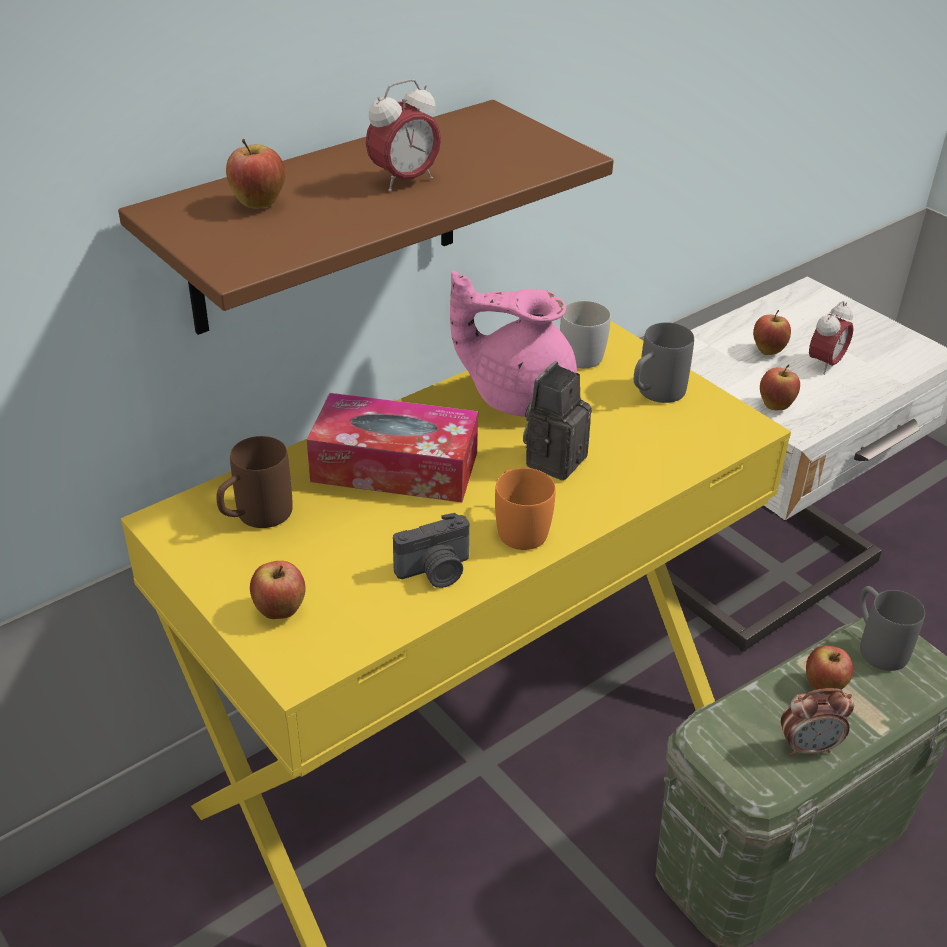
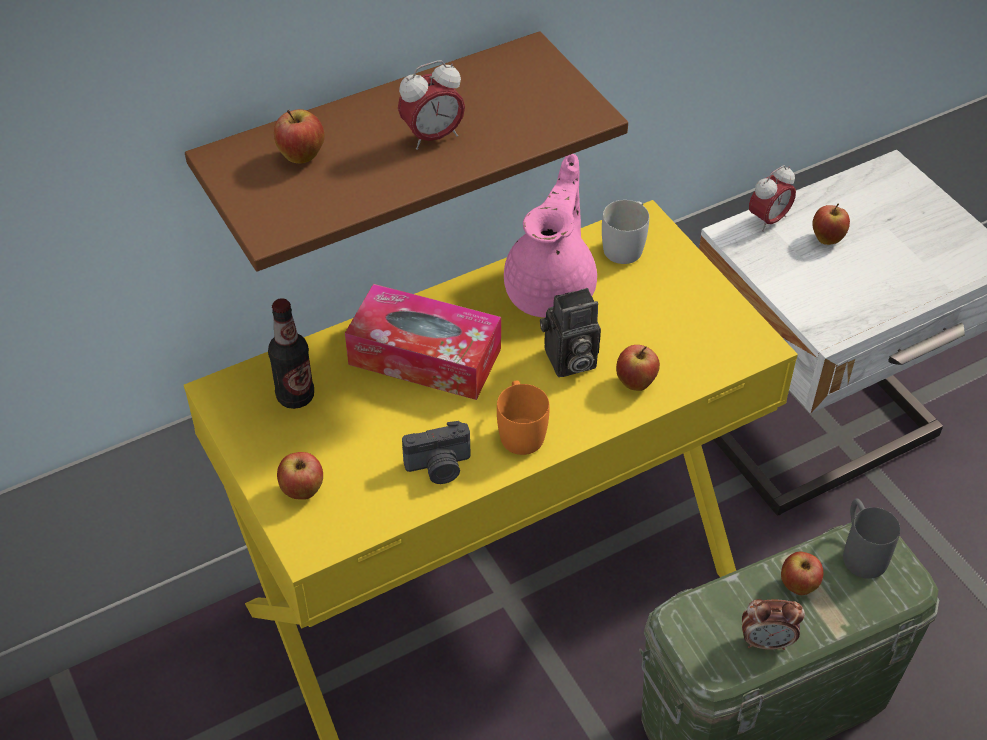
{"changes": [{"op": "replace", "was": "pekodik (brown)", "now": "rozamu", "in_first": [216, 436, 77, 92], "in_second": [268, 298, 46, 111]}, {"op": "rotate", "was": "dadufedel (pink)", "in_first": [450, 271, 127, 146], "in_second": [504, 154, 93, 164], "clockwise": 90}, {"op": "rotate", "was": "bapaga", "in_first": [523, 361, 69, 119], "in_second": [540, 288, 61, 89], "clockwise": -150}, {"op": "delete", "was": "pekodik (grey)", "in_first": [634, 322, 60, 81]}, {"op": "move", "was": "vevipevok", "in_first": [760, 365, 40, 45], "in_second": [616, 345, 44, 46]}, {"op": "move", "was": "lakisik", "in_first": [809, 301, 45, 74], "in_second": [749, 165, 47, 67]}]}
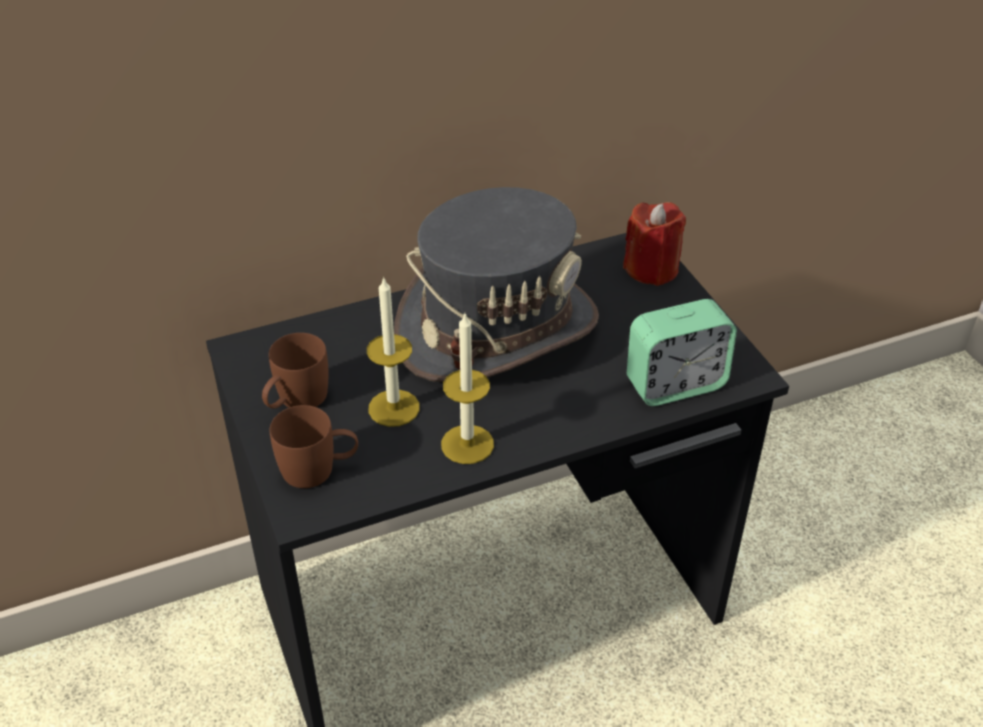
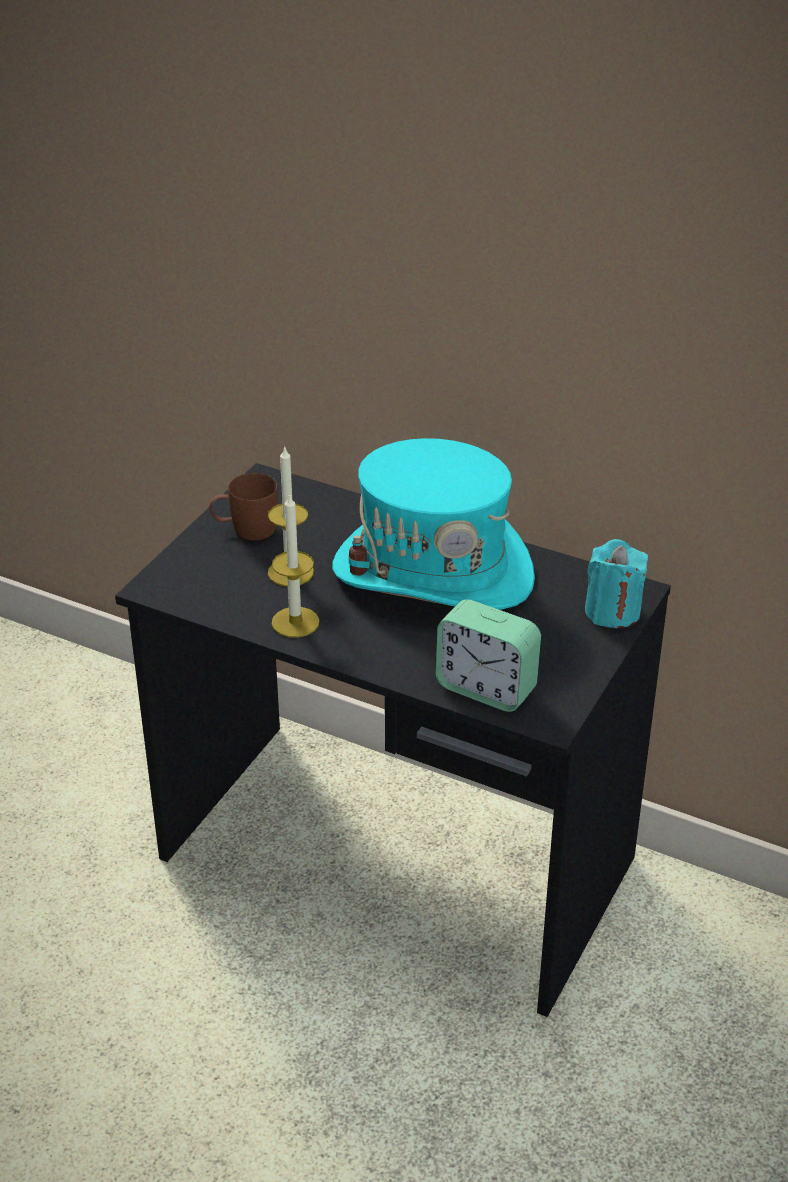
{"changes": [{"op": "delete", "was": "pekodik (brown)", "in_first": [270, 405, 88, 83]}, {"op": "recolor", "was": "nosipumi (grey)", "now": "nosipumi (turquoise)", "in_first": [394, 187, 205, 195], "in_second": [333, 438, 202, 172]}, {"op": "recolor", "was": "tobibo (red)", "now": "tobibo (turquoise)", "in_first": [623, 202, 63, 84], "in_second": [585, 539, 63, 89]}]}
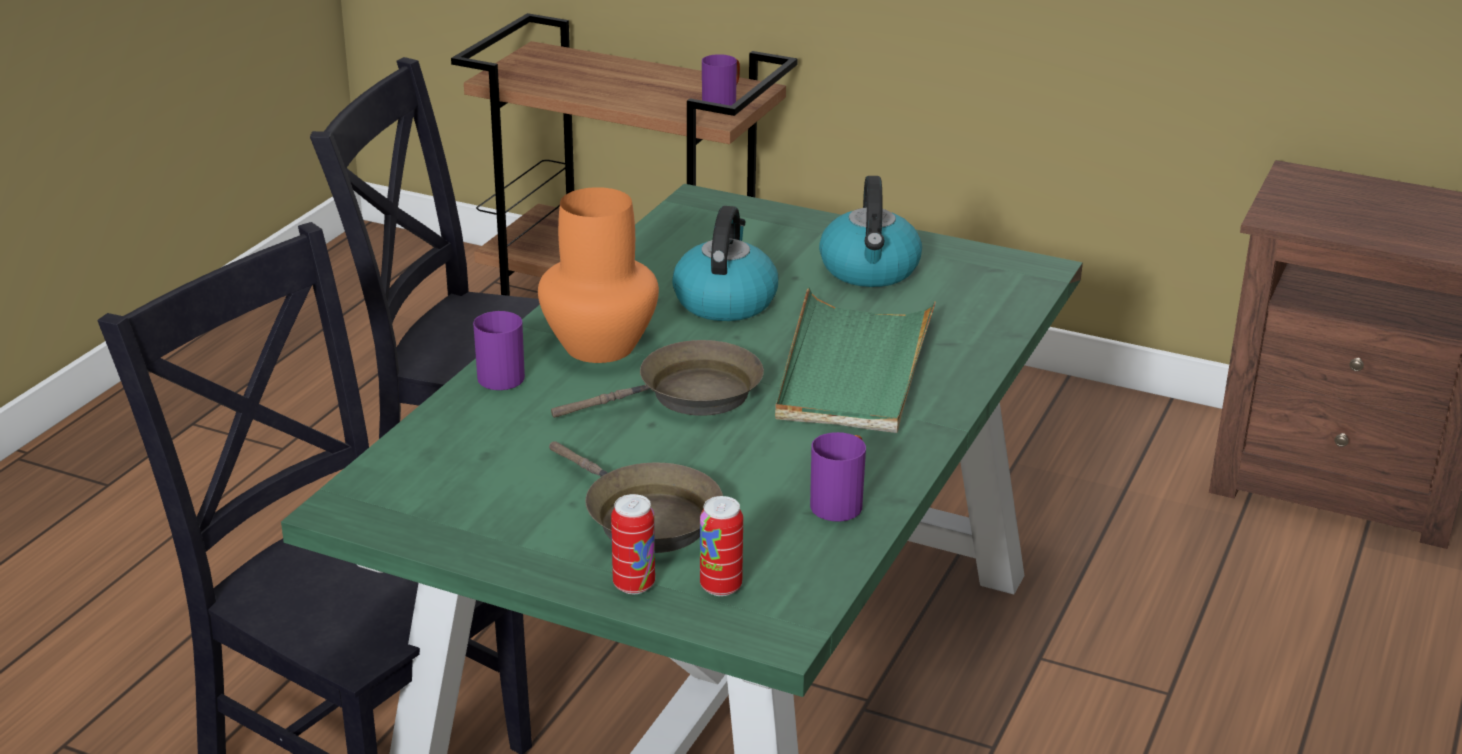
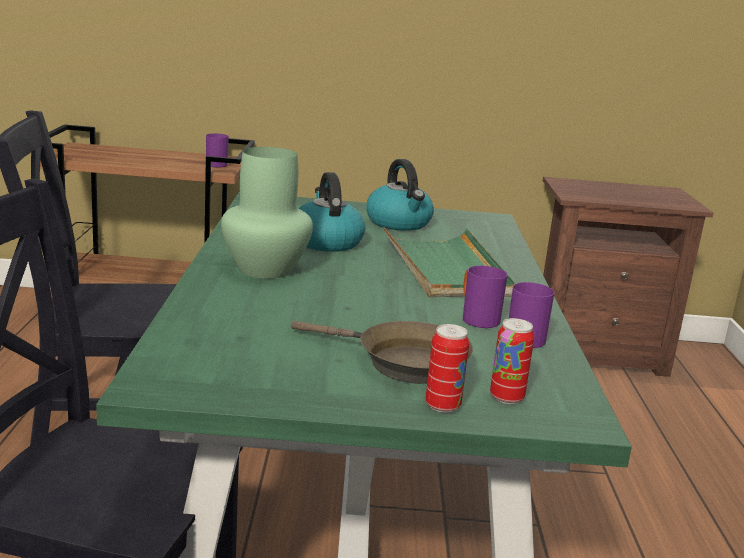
{"changes": [{"op": "move", "was": "pekodik (purple)", "in_first": [473, 311, 52, 79], "in_second": [463, 266, 45, 62]}, {"op": "recolor", "was": "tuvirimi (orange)", "now": "tuvirimi (green)", "in_first": [538, 187, 121, 176], "in_second": [221, 147, 92, 132]}, {"op": "delete", "was": "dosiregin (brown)", "in_first": [551, 340, 213, 78]}]}
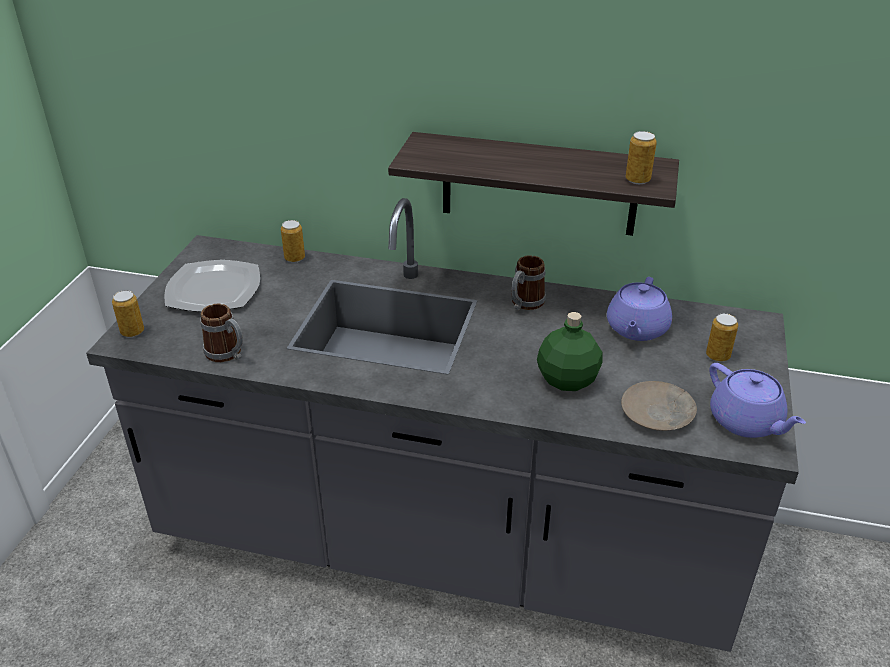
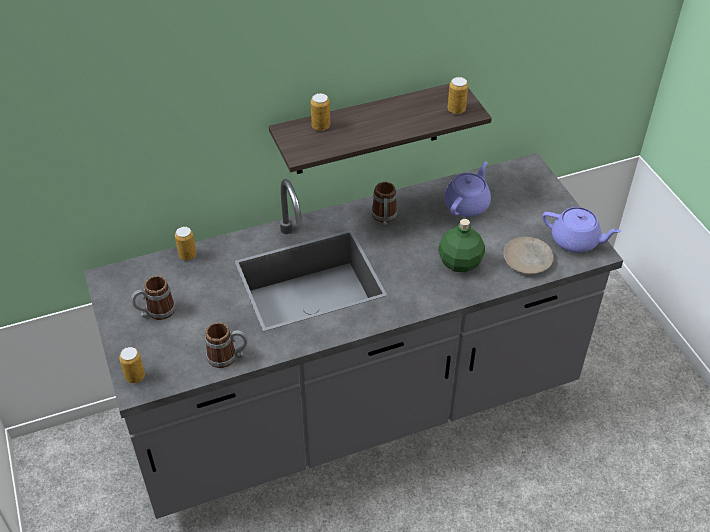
{"changes": [{"op": "replace", "was": "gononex", "now": "pekodik", "in_first": [165, 260, 95, 52], "in_second": [131, 276, 45, 44]}, {"op": "rotate", "was": "dadufedel (purple)", "in_first": [607, 277, 65, 64], "in_second": [444, 161, 47, 56], "clockwise": -135}, {"op": "move", "was": "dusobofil", "in_first": [706, 313, 32, 49], "in_second": [311, 93, 19, 38]}]}
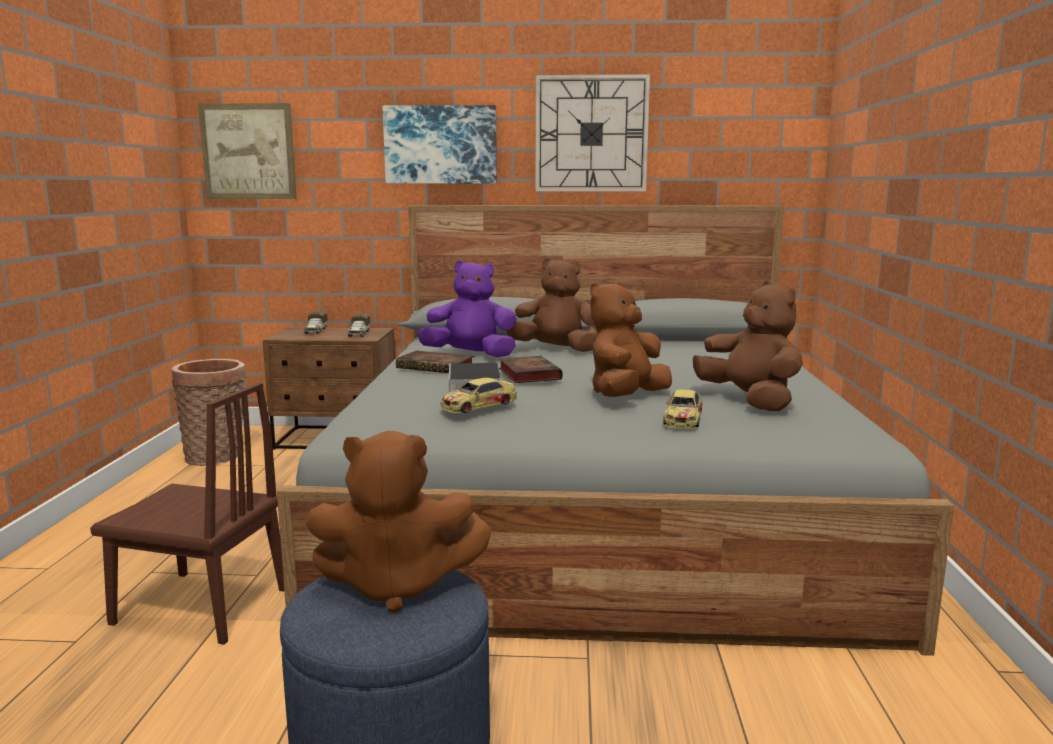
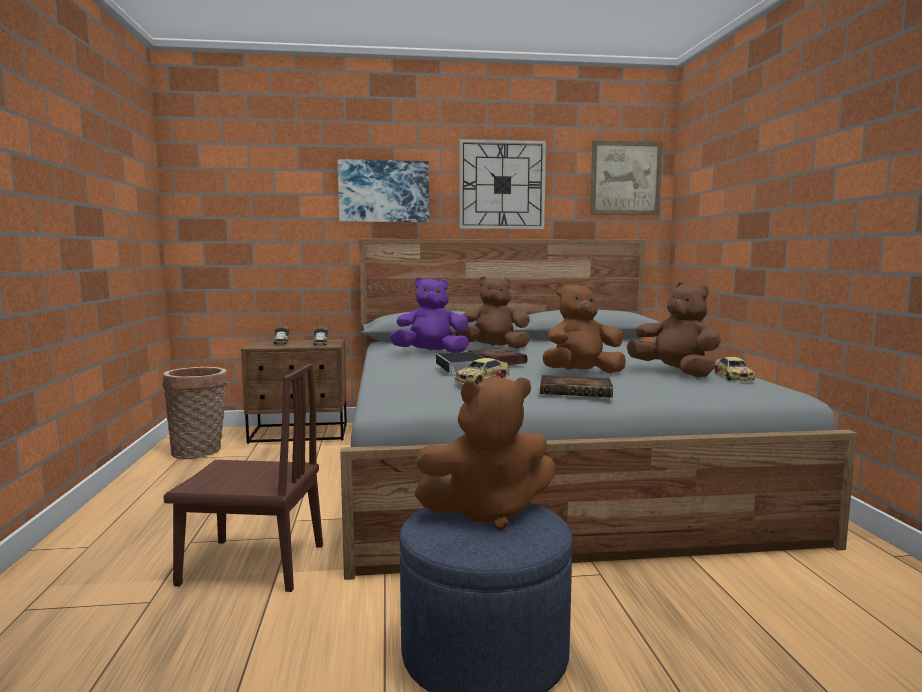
{"changes": [{"op": "move", "was": "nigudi", "in_first": [198, 103, 99, 96], "in_second": [590, 140, 72, 75]}, {"op": "move", "was": "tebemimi", "in_first": [396, 350, 78, 23], "in_second": [540, 375, 73, 23]}, {"op": "rotate", "was": "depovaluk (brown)", "in_first": [590, 282, 82, 115], "in_second": [543, 283, 83, 90], "clockwise": 45}, {"op": "move", "was": "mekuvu", "in_first": [663, 389, 39, 40], "in_second": [714, 357, 41, 24]}]}
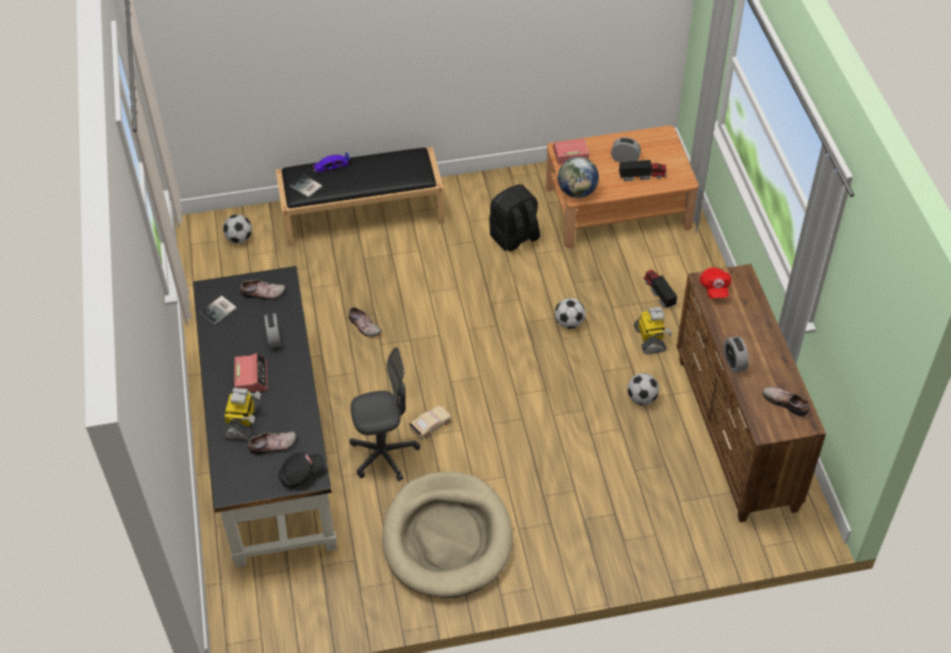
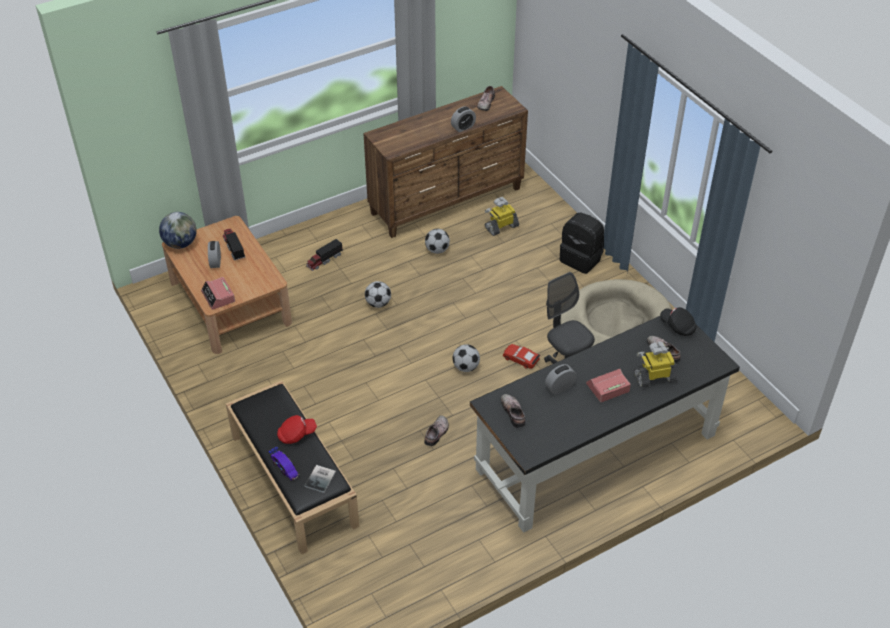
{"changes": [{"op": "delete", "was": "tebemimi", "in_first": [200, 296, 37, 28]}, {"op": "move", "was": "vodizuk", "in_first": [223, 215, 29, 29], "in_second": [453, 344, 27, 28]}, {"op": "recolor", "was": "mekuvu (beige)", "now": "mekuvu (red)", "in_first": [409, 406, 43, 33], "in_second": [503, 344, 37, 25]}, {"op": "move", "was": "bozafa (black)", "in_first": [489, 184, 51, 68], "in_second": [560, 212, 44, 62]}, {"op": "move", "was": "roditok", "in_first": [558, 157, 41, 41], "in_second": [159, 212, 38, 37]}, {"op": "move", "was": "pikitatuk", "in_first": [634, 307, 38, 47], "in_second": [485, 197, 34, 39]}, {"op": "move", "was": "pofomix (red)", "in_first": [700, 267, 31, 32], "in_second": [277, 415, 40, 29]}]}
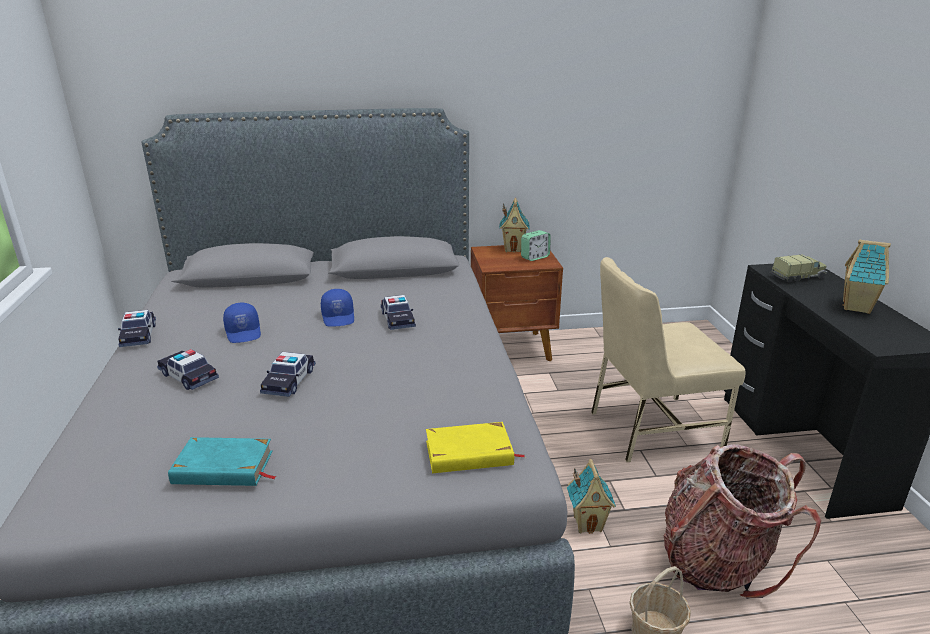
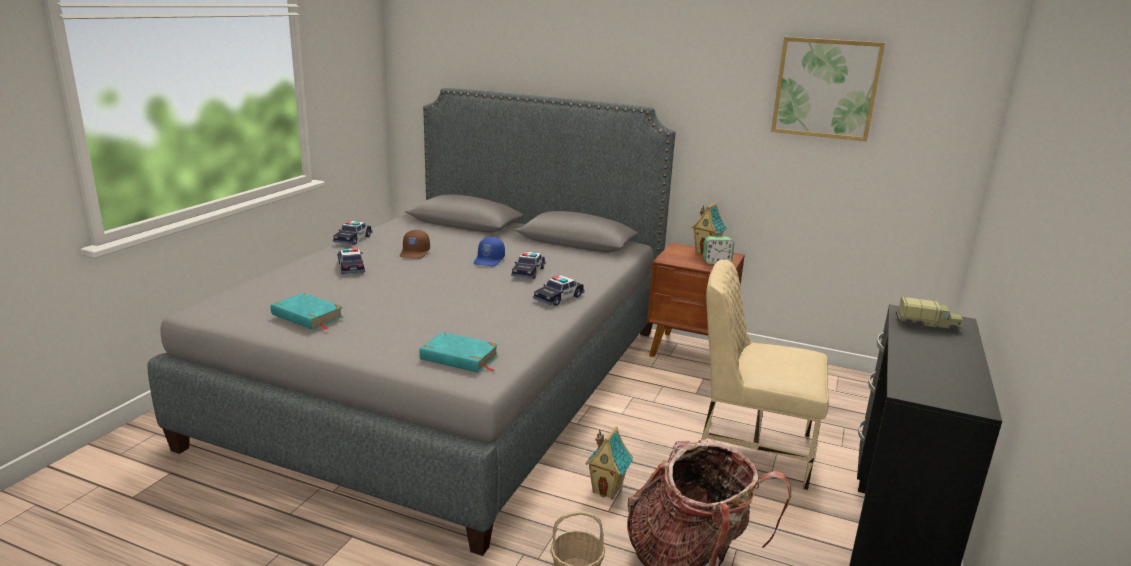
{"changes": [{"op": "recolor", "was": "pofomix (blue)", "now": "pofomix (brown)", "in_first": [223, 303, 38, 40], "in_second": [400, 230, 30, 29]}, {"op": "move", "was": "mekuvu", "in_first": [260, 352, 56, 45], "in_second": [533, 275, 52, 31]}, {"op": "recolor", "was": "tebemimi (yellow)", "now": "tebemimi (turquoise)", "in_first": [426, 422, 99, 51], "in_second": [419, 332, 80, 41]}, {"op": "delete", "was": "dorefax", "in_first": [843, 239, 48, 75]}, {"op": "insert", "now": "nigudi", "in_second": [771, 37, 114, 104]}]}
